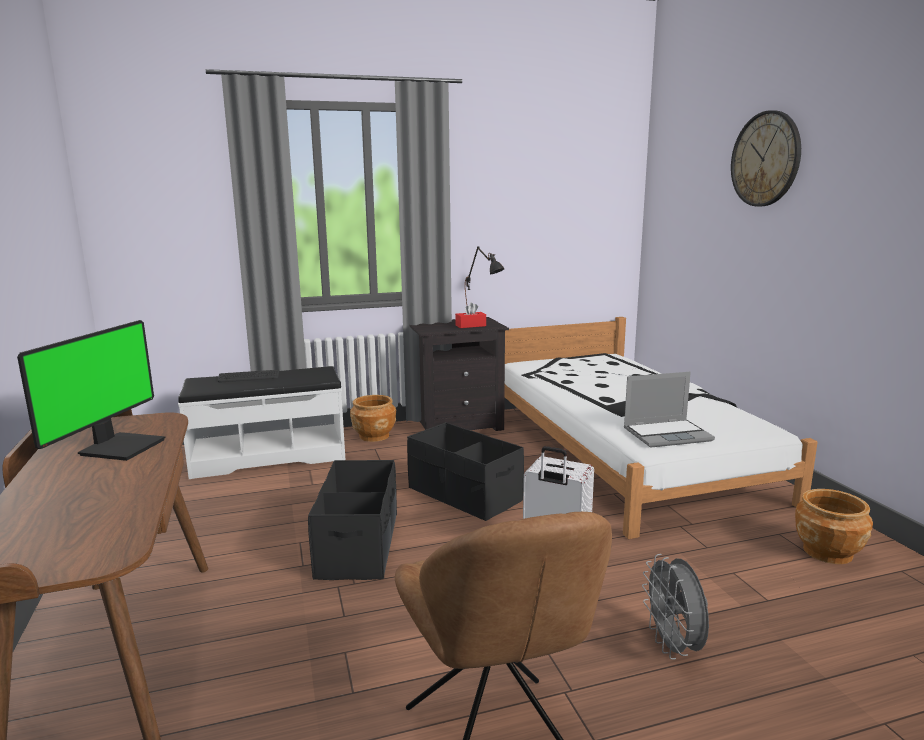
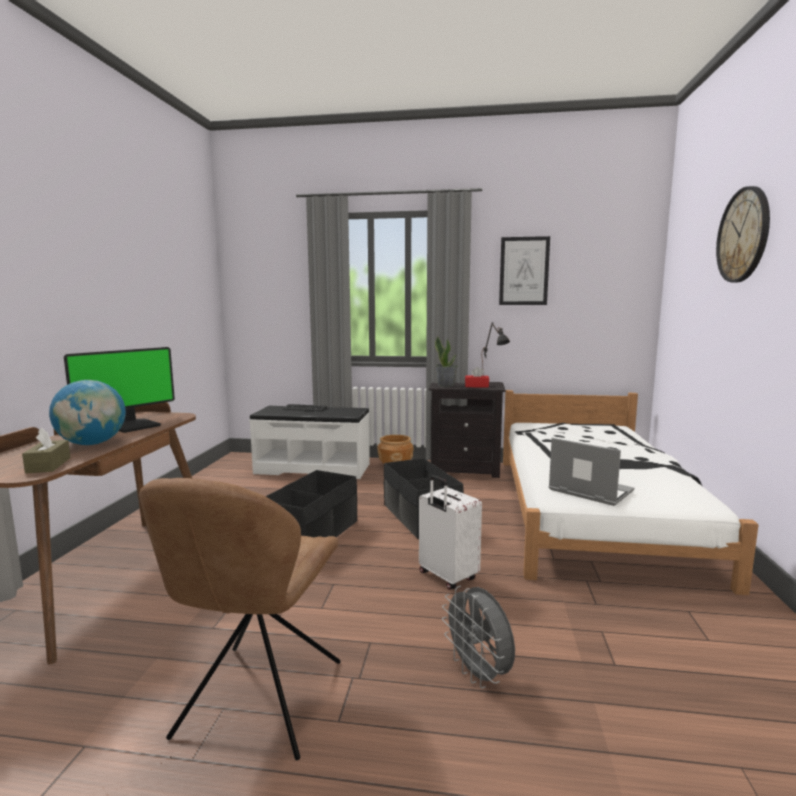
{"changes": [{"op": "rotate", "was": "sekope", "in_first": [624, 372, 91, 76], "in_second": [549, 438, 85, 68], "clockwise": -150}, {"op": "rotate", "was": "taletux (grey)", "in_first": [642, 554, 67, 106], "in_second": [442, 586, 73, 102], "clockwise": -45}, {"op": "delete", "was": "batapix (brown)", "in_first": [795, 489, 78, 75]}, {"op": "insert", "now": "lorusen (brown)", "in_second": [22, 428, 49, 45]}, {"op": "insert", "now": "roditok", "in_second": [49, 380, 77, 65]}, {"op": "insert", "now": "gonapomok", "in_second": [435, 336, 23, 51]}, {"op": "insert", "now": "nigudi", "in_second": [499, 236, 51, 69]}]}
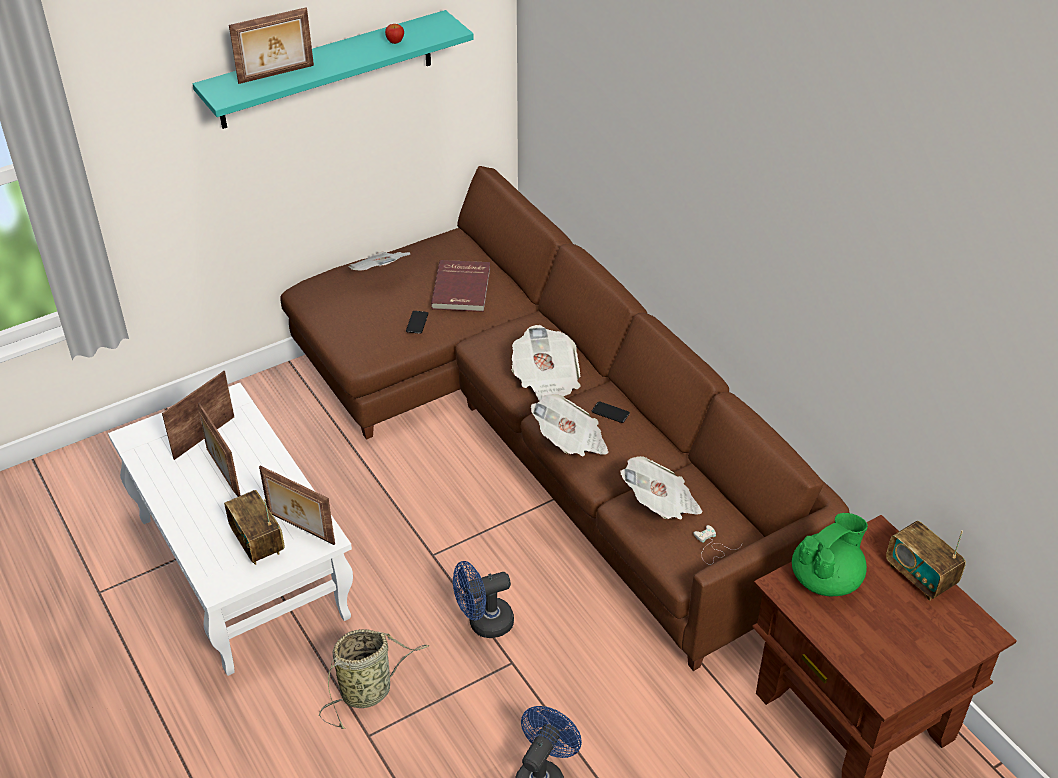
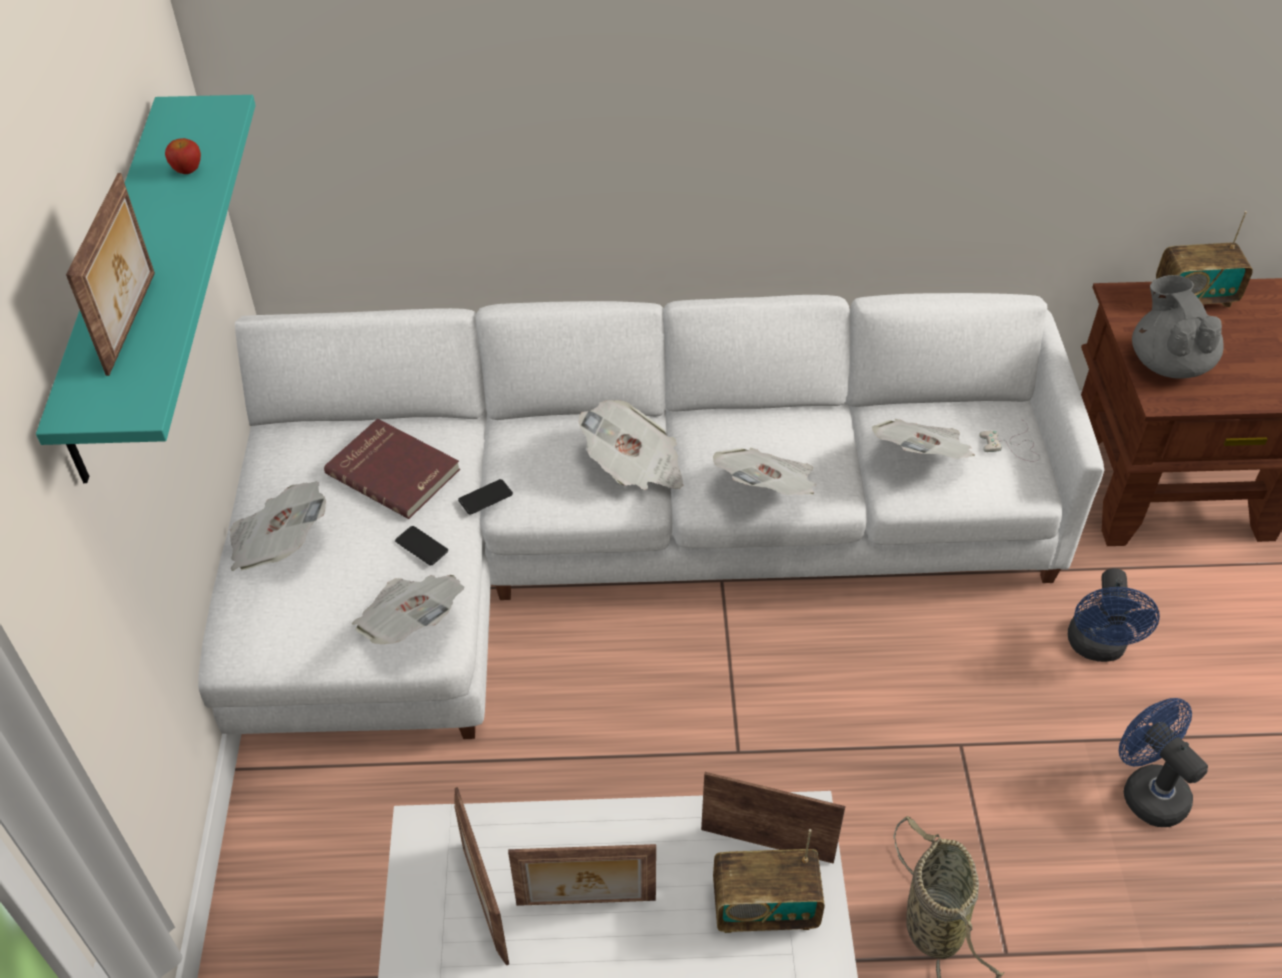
{"changes": [{"op": "rotate", "was": "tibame", "in_first": [259, 466, 76, 79], "in_second": [701, 772, 145, 92], "clockwise": -135}, {"op": "recolor", "was": "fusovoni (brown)", "now": "fusovoni (white)", "in_first": [281, 166, 569, 505], "in_second": [198, 293, 906, 446]}, {"op": "move", "was": "taletux (blue)", "in_first": [453, 561, 61, 77], "in_second": [1068, 568, 92, 94]}, {"op": "move", "was": "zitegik", "in_first": [592, 401, 38, 22], "in_second": [458, 479, 55, 36]}, {"op": "recolor", "was": "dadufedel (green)", "now": "dadufedel (grey)", "in_first": [792, 513, 76, 83], "in_second": [1132, 275, 92, 104]}, {"op": "insert", "now": "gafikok", "in_second": [351, 575, 114, 69]}]}
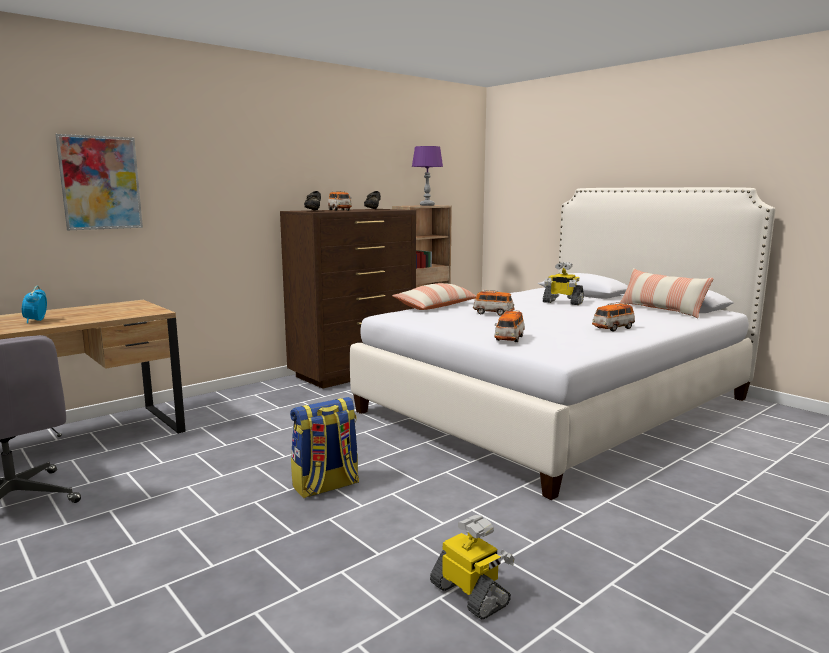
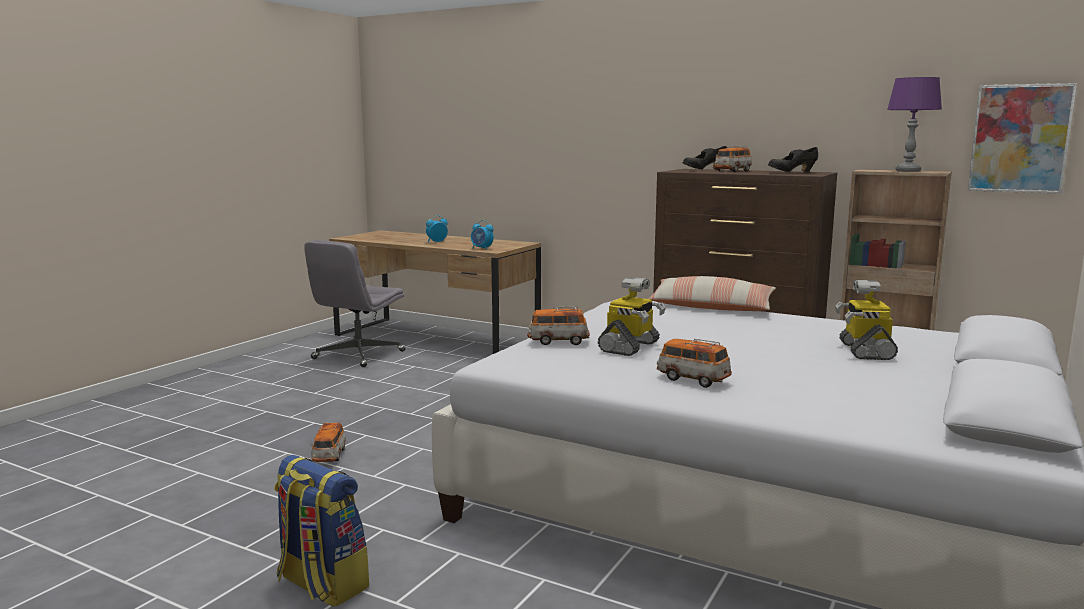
{"changes": [{"op": "move", "was": "nigudi", "in_first": [55, 134, 88, 96], "in_second": [968, 83, 109, 111]}, {"op": "move", "was": "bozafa", "in_first": [290, 397, 69, 101], "in_second": [274, 455, 95, 152]}, {"op": "move", "was": "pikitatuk", "in_first": [430, 515, 85, 104], "in_second": [598, 277, 68, 79]}, {"op": "move", "was": "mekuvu", "in_first": [473, 290, 42, 26], "in_second": [311, 422, 35, 40]}, {"op": "delete", "was": "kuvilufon", "in_first": [620, 268, 94, 50]}, {"op": "insert", "now": "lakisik", "in_second": [471, 220, 23, 30]}]}
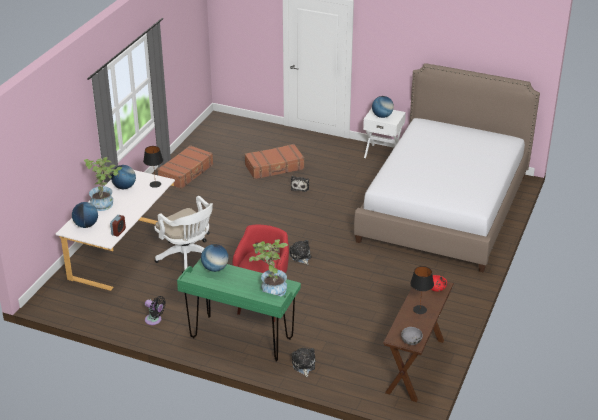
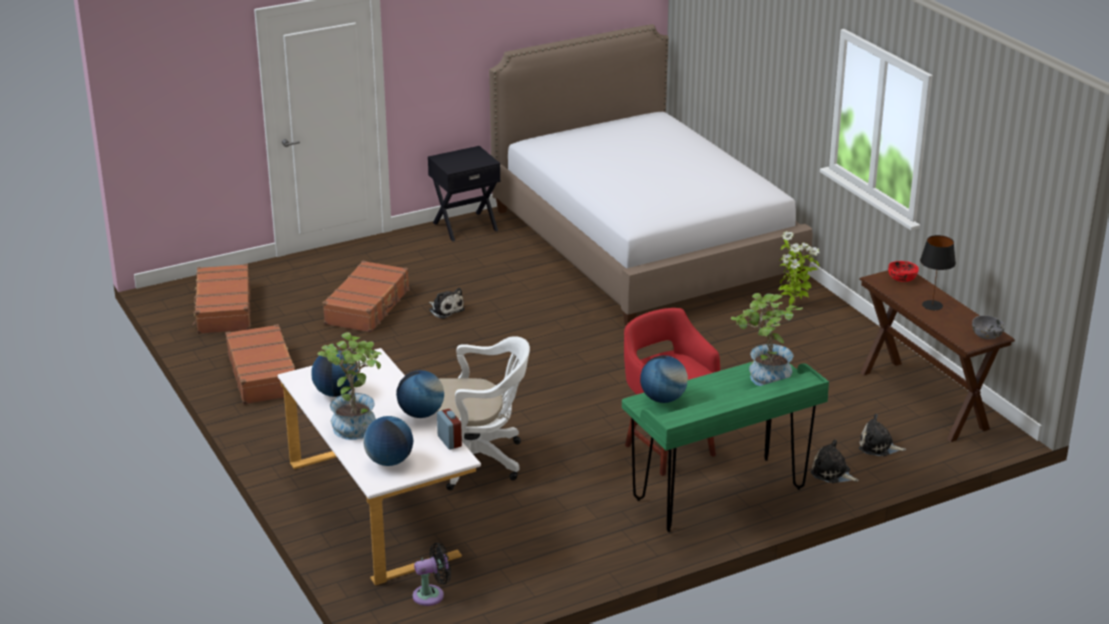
{"changes": [{"op": "delete", "was": "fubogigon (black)", "in_first": [143, 146, 20, 42]}, {"op": "move", "was": "taletux (black)", "in_first": [145, 296, 21, 29], "in_second": [413, 543, 38, 63]}, {"op": "move", "was": "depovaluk", "in_first": [290, 240, 22, 25], "in_second": [859, 414, 47, 42]}, {"op": "recolor", "was": "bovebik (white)", "now": "bovebik (black)", "in_first": [363, 108, 43, 50], "in_second": [428, 146, 73, 95]}, {"op": "move", "was": "roditok", "in_first": [372, 96, 22, 22], "in_second": [396, 370, 48, 48]}, {"op": "insert", "now": "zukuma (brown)", "in_second": [193, 264, 58, 70]}, {"op": "insert", "now": "gonapomok", "in_second": [778, 231, 41, 74]}]}
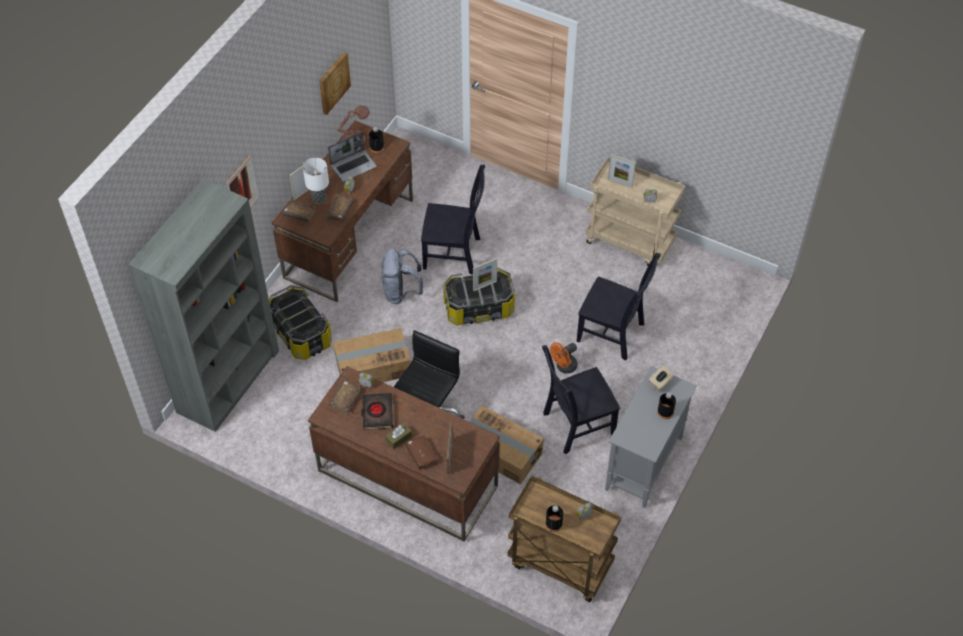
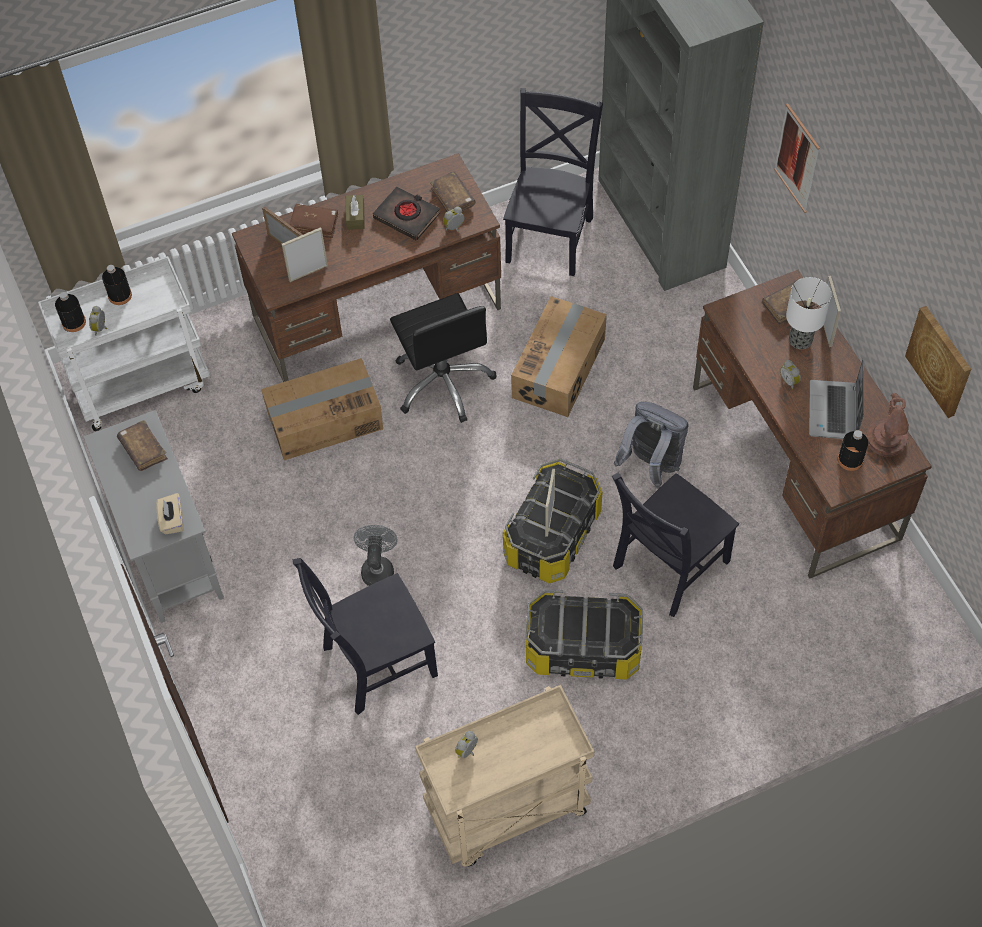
{"changes": [{"op": "move", "was": "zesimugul", "in_first": [269, 285, 63, 75], "in_second": [526, 590, 117, 89]}, {"op": "move", "was": "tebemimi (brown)", "in_first": [326, 195, 28, 27], "in_second": [117, 420, 51, 51]}, {"op": "recolor", "was": "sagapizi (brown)", "now": "sagapizi (white)", "in_first": [508, 476, 113, 126], "in_second": [38, 256, 172, 175]}, {"op": "move", "was": "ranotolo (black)", "in_first": [542, 345, 78, 109], "in_second": [503, 88, 100, 188]}, {"op": "recolor", "was": "taletux (orange)", "now": "taletux (grey)", "in_first": [550, 342, 28, 32], "in_second": [354, 525, 44, 61]}, {"op": "move", "was": "tibame", "in_first": [608, 154, 28, 34], "in_second": [282, 227, 46, 55]}, {"op": "move", "was": "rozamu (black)", "in_first": [657, 392, 19, 27], "in_second": [55, 292, 31, 40]}]}
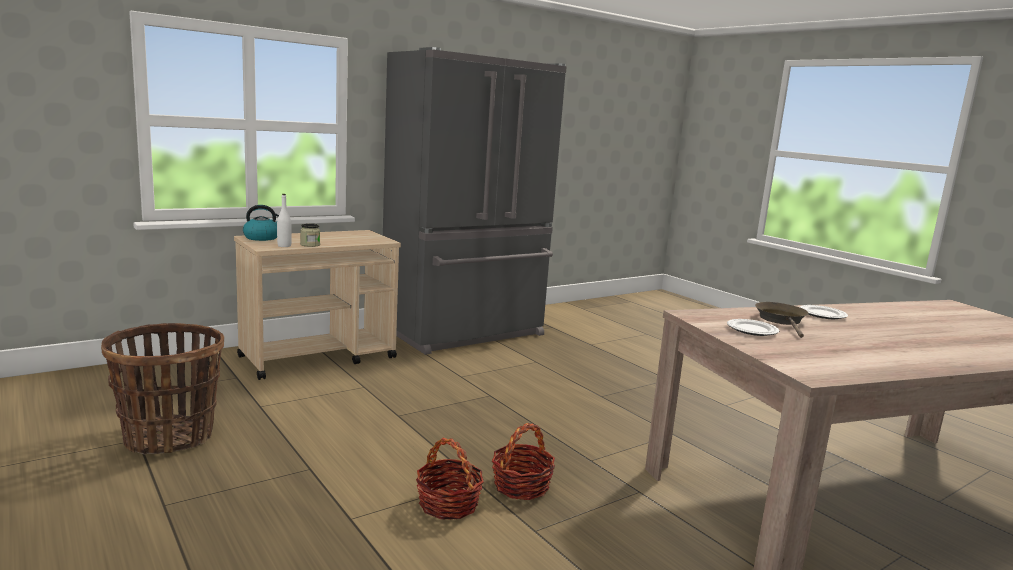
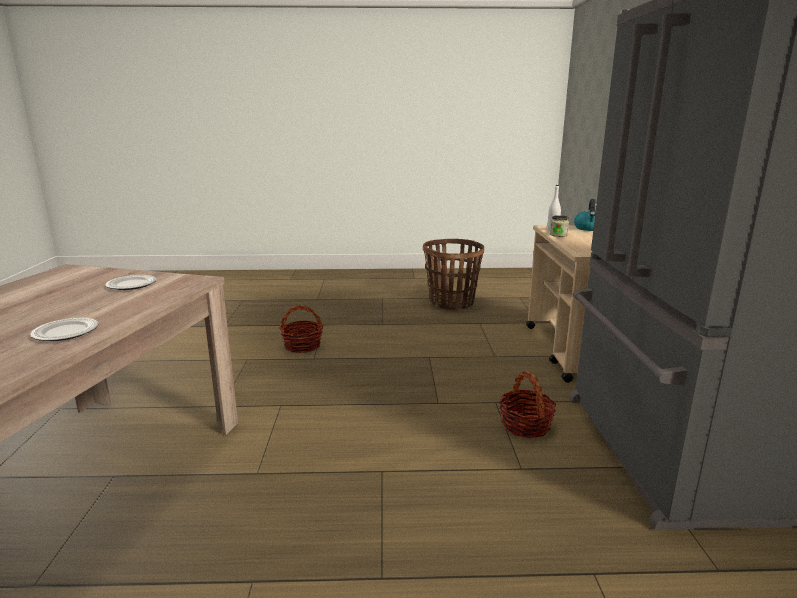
{"changes": [{"op": "move", "was": "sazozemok", "in_first": [492, 423, 63, 77], "in_second": [499, 371, 57, 67]}, {"op": "delete", "was": "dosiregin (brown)", "in_first": [755, 302, 53, 36]}]}
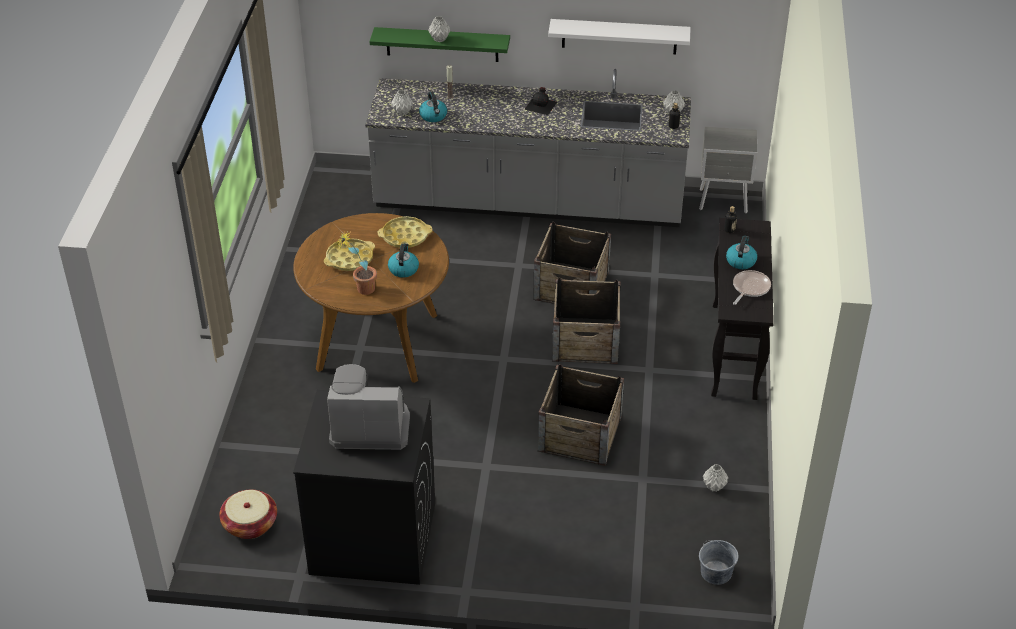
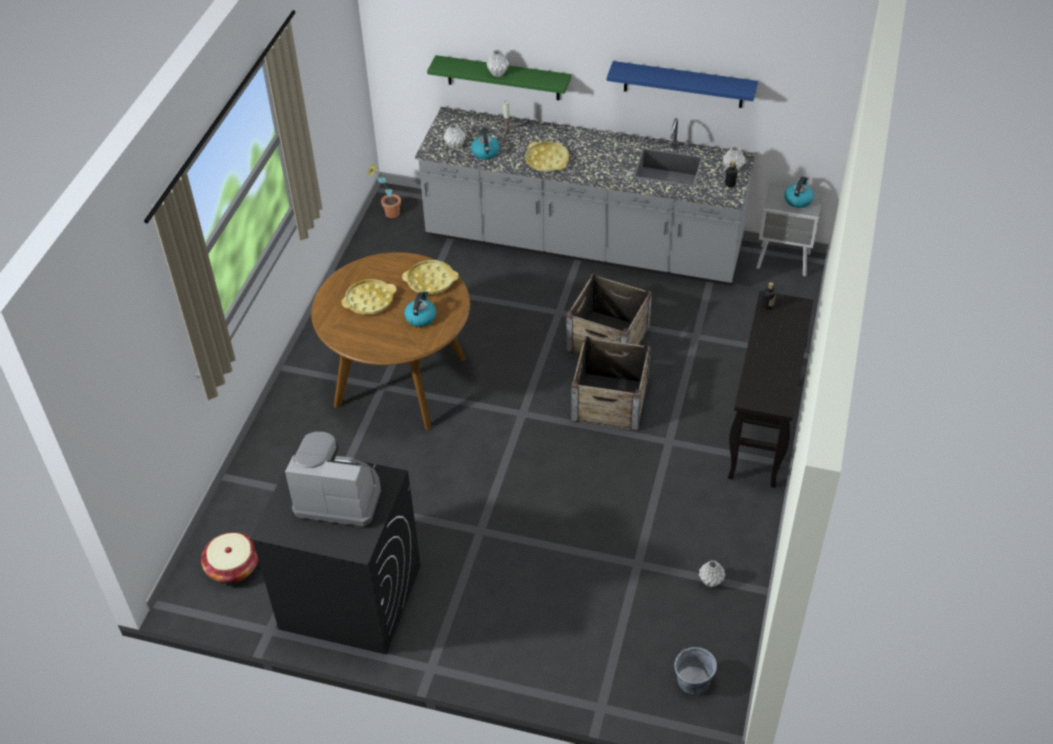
{"changes": [{"op": "move", "was": "gonapomok", "in_first": [336, 232, 41, 63], "in_second": [366, 164, 35, 54]}, {"op": "delete", "was": "rozamu (black)", "in_first": [524, 87, 33, 28]}, {"op": "delete", "was": "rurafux", "in_first": [538, 364, 86, 102]}, {"op": "recolor", "was": "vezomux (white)", "now": "vezomux (blue)", "in_first": [548, 19, 143, 35], "in_second": [607, 61, 151, 47]}, {"op": "move", "was": "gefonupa", "in_first": [726, 236, 31, 33], "in_second": [784, 177, 30, 31]}, {"op": "delete", "was": "dosiregin", "in_first": [733, 270, 38, 35]}, {"op": "insert", "now": "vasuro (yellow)", "in_second": [525, 142, 44, 30]}]}
